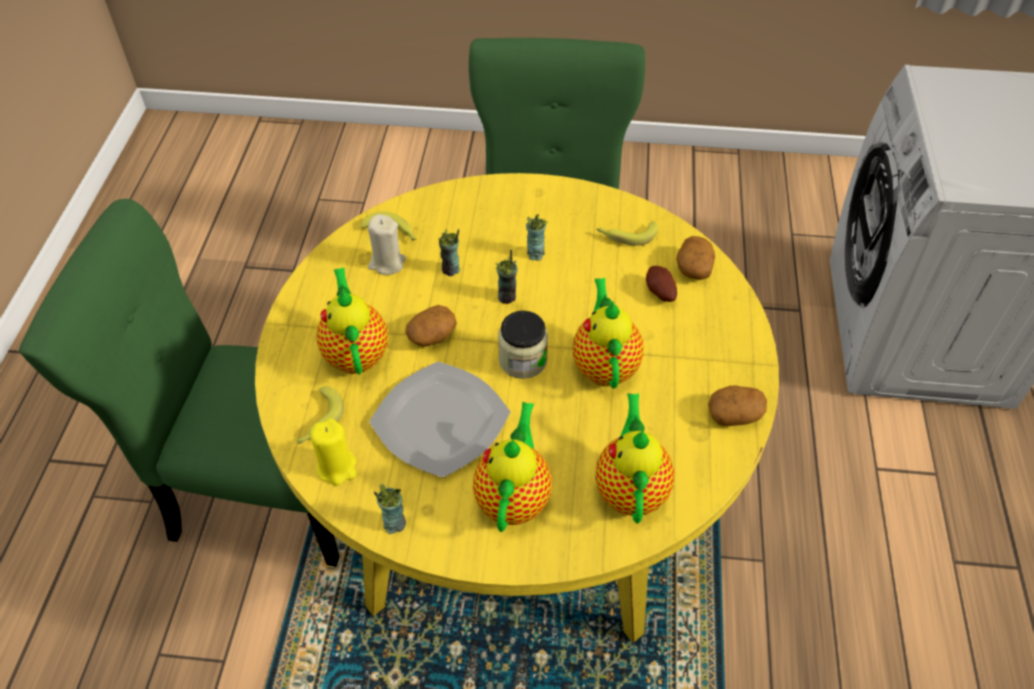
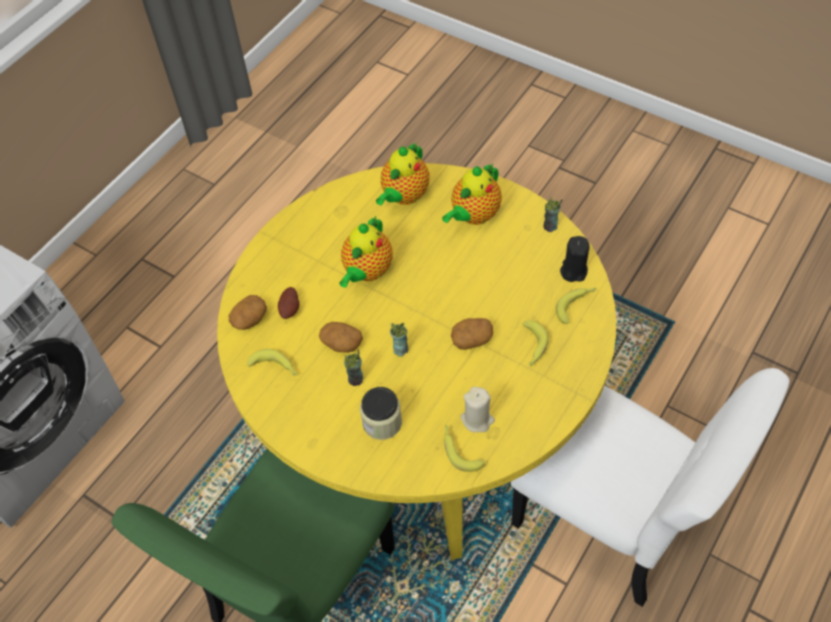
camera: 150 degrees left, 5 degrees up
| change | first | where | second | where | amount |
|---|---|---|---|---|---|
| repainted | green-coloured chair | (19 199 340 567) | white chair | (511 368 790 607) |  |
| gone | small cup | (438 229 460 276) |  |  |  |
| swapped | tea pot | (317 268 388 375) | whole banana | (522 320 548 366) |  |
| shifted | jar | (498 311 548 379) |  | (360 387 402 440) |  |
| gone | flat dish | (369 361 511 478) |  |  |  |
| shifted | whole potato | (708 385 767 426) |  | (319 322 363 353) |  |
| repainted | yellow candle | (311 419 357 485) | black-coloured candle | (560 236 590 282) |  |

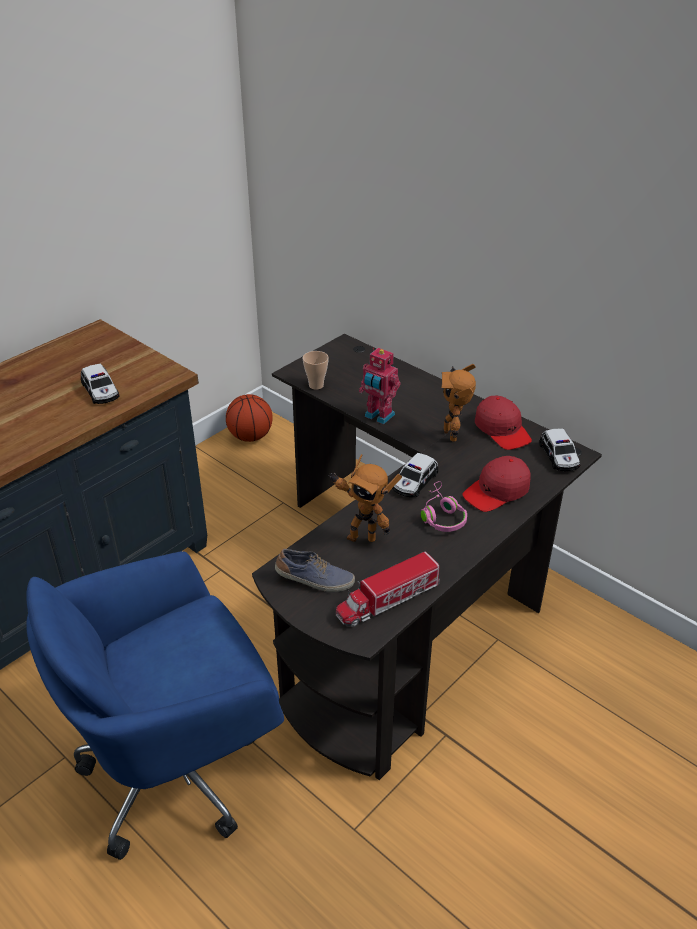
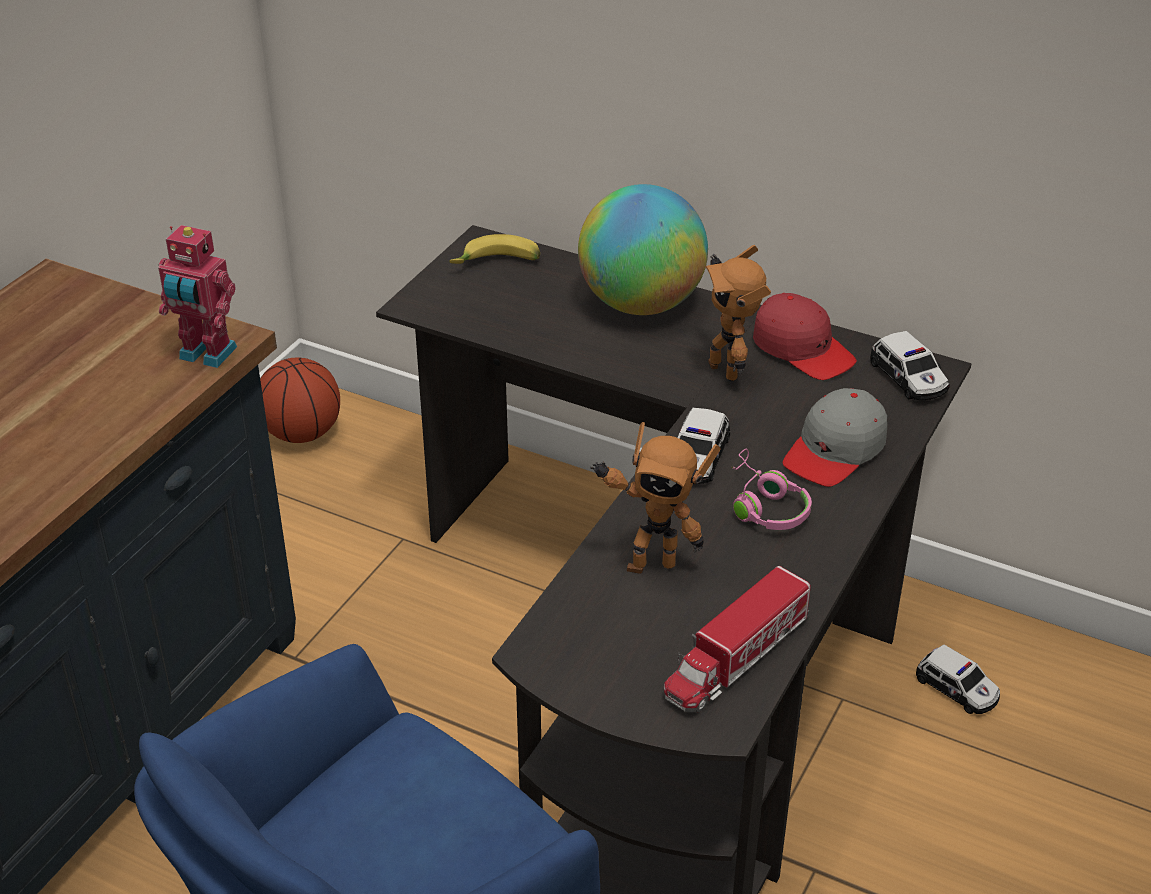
camera: 15 degrees left, 0 degrees up
| change | first | where | second | where | amount |
|---|---|---|---|---|---|
| shifted | robot figure | (359 348 401 424) |  | (158 225 237 368) |  |
| gone | small cup | (303 351 329 390) |  |  |  |
| shifted | model car | (81 363 119 404) |  | (916 645 1000 714) |  |
| repainted | red-coloured cap | (462 456 531 512) | greyish cap | (783 388 887 487) |  |
| gone | shoe | (275 549 355 592) |  |  |  |
| new |  |  | desk globe | (578 184 708 315) |  |
| new |  |  | whole banana | (449 234 540 264) |  |

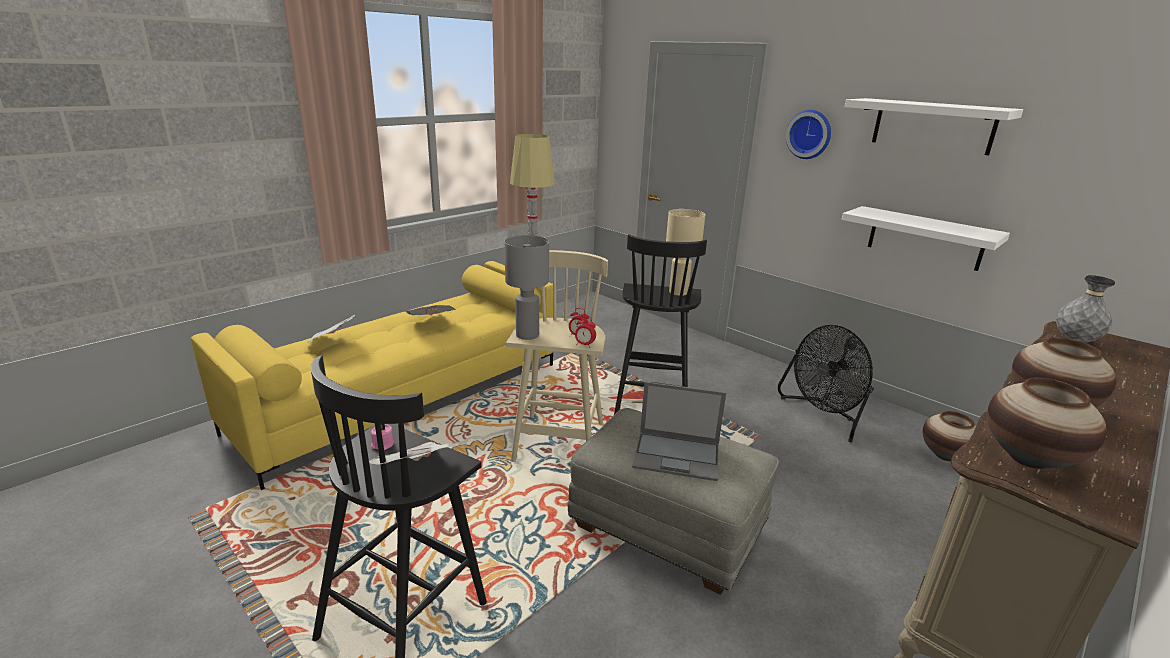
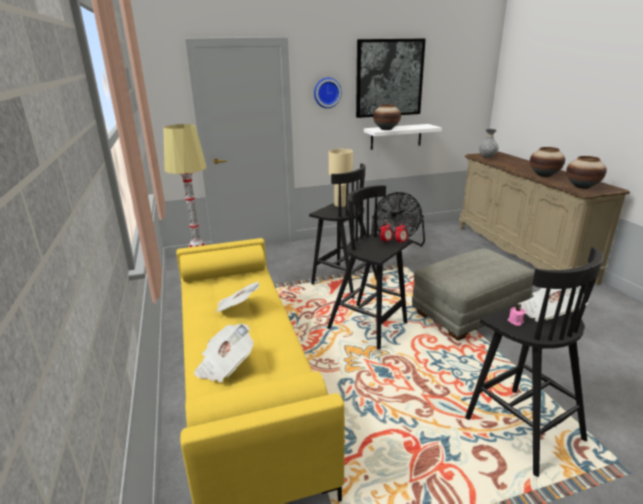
camera: 60 degrees left, 0 degrees up
| change | first | where | second | where | amount |
|---|---|---|---|---|---|
| swapped | white shelf | (845 98 1023 155) | wall art | (356 38 426 118) |  |
| gone | greyish tabletop lamp | (504 235 549 340) |  |  |  |
| repainted | sand-coloured sitting stool | (506 250 608 462) | black-coloured sitting stool | (327 185 412 349) |  |
| gone | laptop | (632 382 726 481) |  |  |  |
| shifted | decorative vase | (923 411 976 461) |  | (373 104 401 130) |  |

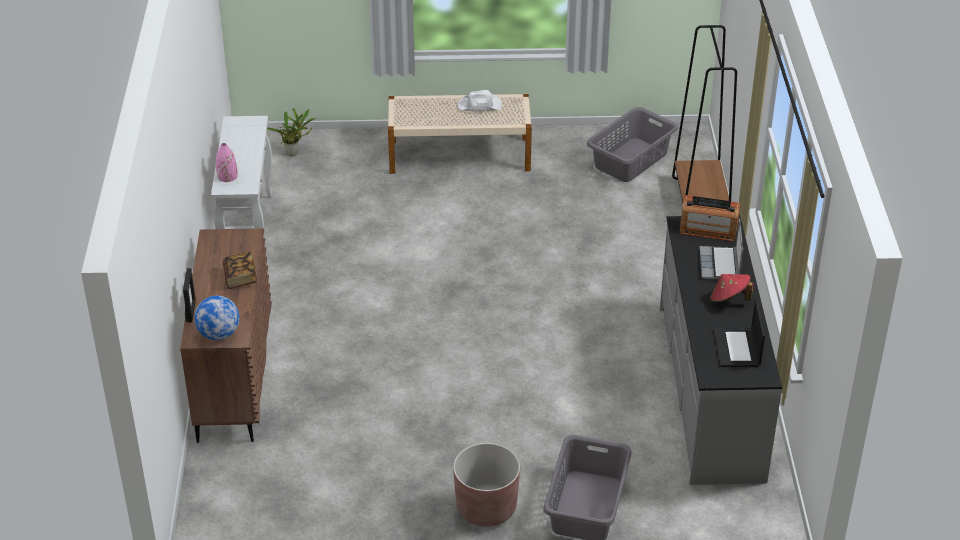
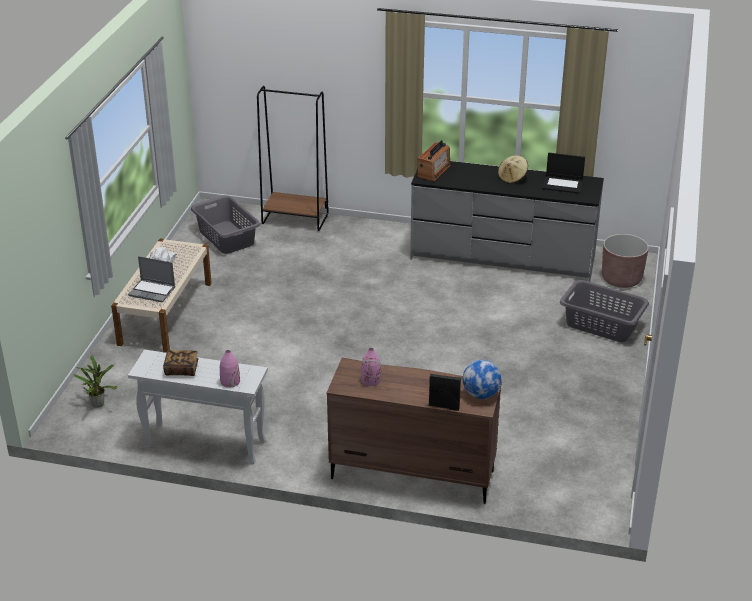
camera: 75 degrees left, 5 degrees down
| change | first | where | second | where | amount |
|---|---|---|---|---|---|
| shifted | laptop | (700 219 743 279) |  | (128 256 175 302) |  |
| shifted | book | (223 252 257 289) |  | (163 350 198 376) |  |
| repainted | red-coloured clothing hat | (710 274 753 303) | sand-coloured clothing hat | (498 155 528 184) |  |
| shifted | brown plant pot | (453 443 520 527) |  | (602 234 649 288) |  |
| new |  |  | pink-coloured decorative vase | (361 348 381 386) |  |

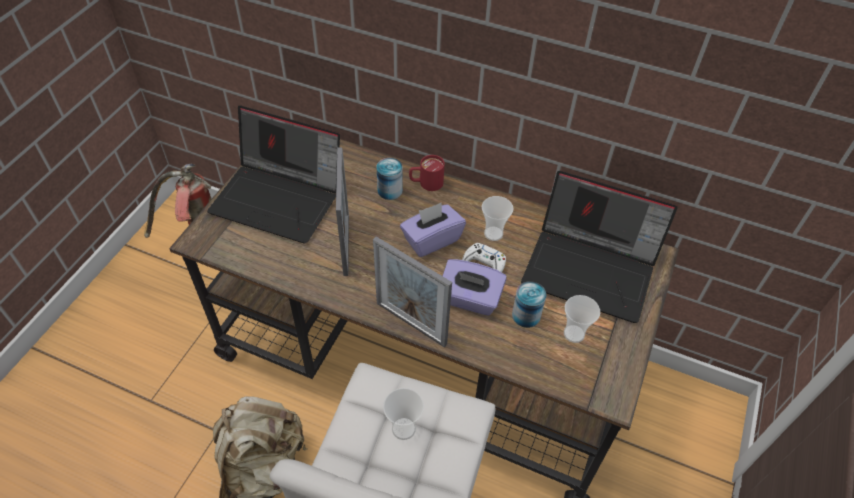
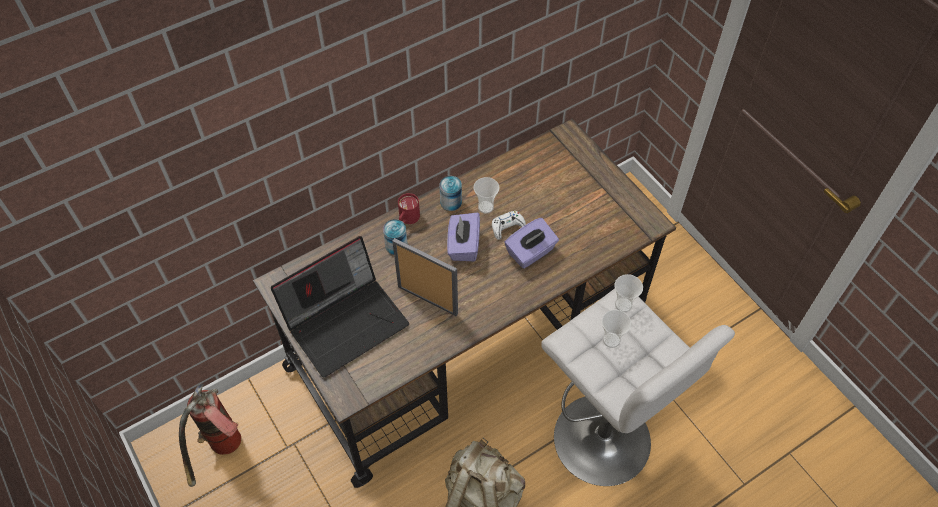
camera: 55 degrees left, 5 degrees up
| change | first | where | second | where | amount |
|---|---|---|---|---|---|
| gone | laptop | (521 171 678 323) |  |  |  |
| gone | standing frame | (373 236 452 347) |  |  |  |
| shifted | sealed can | (512 281 546 328) |  | (440 176 462 211) |  |
| shifted | small cup | (564 295 600 343) |  | (614 274 643 312) |  |

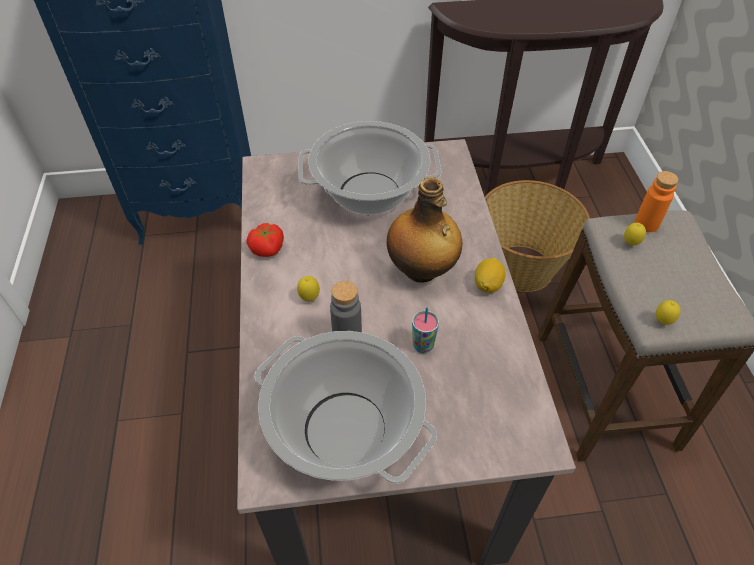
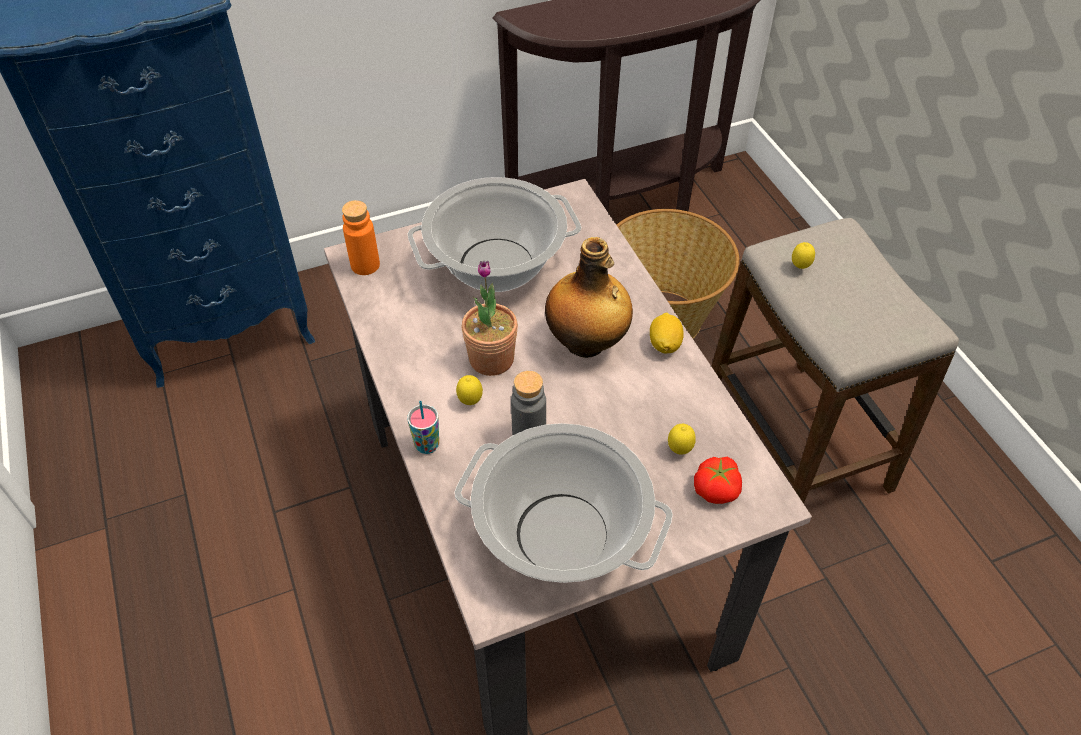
camera: 15 degrees left, 0 degrees up
| change | first | where | second | where | amount |
|---|---|---|---|---|---|
| shifted | orange bottle | (635 171 679 232) |  | (342 200 380 275) |  |
| shifted | fresh tomato | (247 223 284 257) |  | (694 457 742 504) |  |
| shifted | whole lemon | (656 300 681 325) |  | (668 424 696 455) |  |
| shifted | small cup | (412 307 439 353) |  | (407 400 439 454) |  |
| new |  |  | plant in a pot | (462 261 518 376) |  |

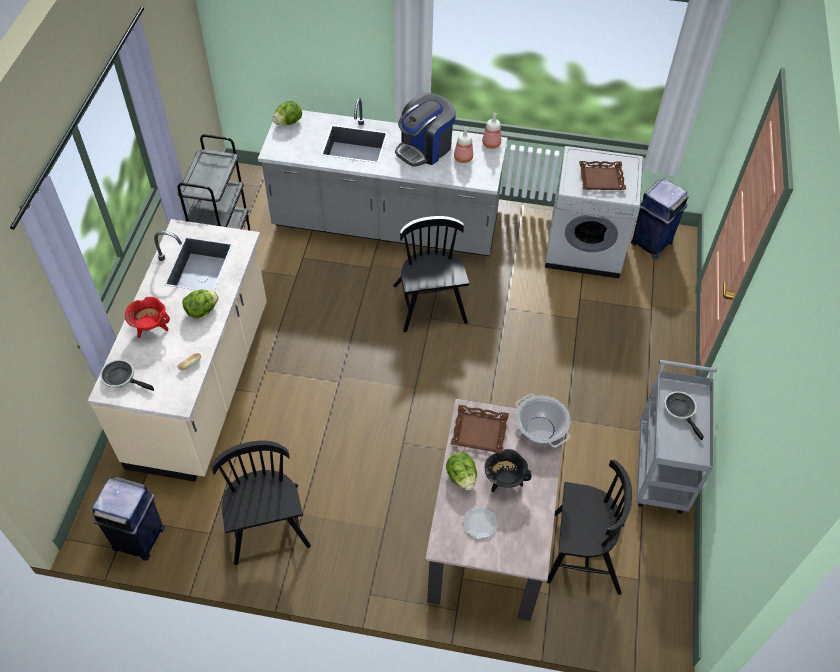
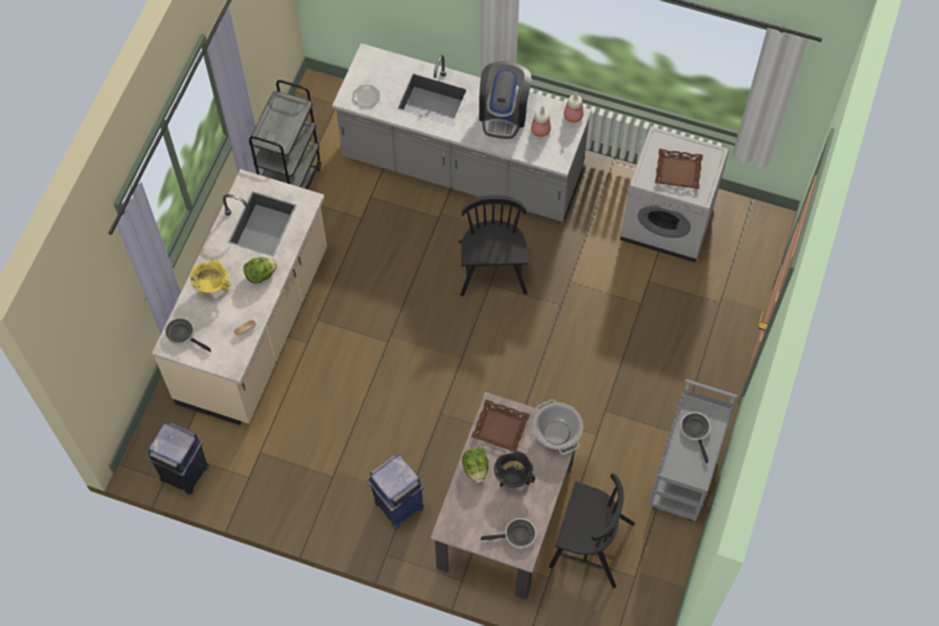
camera: 10 degrees right, 10 degrees up
| change | first | where | second | where | amount |
|---|---|---|---|---|---|
| rotated | coffee brewer | (395 93 456 167) |  | (479 61 532 139) | 45 degrees counterclockwise |
| gone | head of lettuce | (273 101 302 126) |  |  |  |
| shifted | blue-coloured waste bin | (631 179 688 259) |  | (367 454 424 529) |  |
| repainted | red-coloured saucepot | (125 297 170 338) | yellow saucepot | (190 260 231 296) |  |
| gone | black-coloured chair | (211 440 311 565) |  |  |  |
| shifted | flat dish | (463 507 498 539) |  | (353 85 380 107) |  |
| new |  |  | skillet | (481 518 537 549) |  |

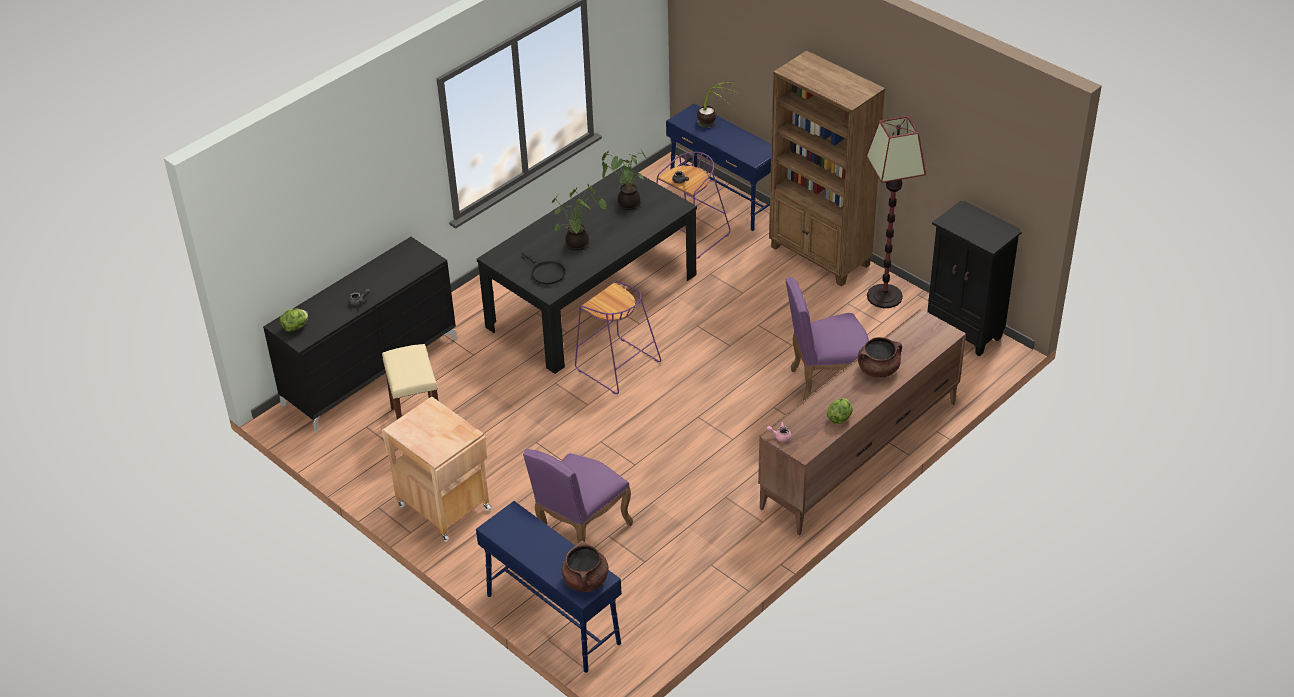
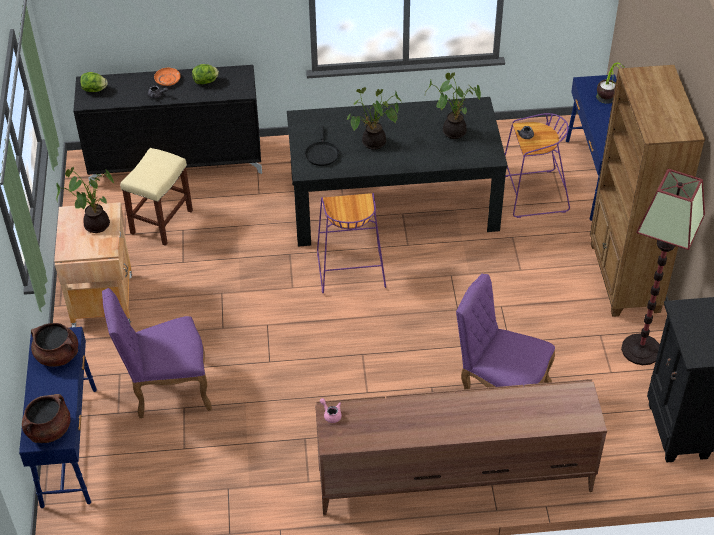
camera: 40 degrees right, 5 degrees up
| change | first | where | second | where | amount |
|---|---|---|---|---|---|
| shifted | brown saucepot | (858 337 902 378) |  | (31 323 78 367) |  |
| shifted | head of lettuce | (827 398 853 424) |  | (192 64 219 84) |  |
| new |  |  | orange flat dish | (154 68 181 86) |  |
| new |  |  | plant in a pot | (56 167 114 233) |  |

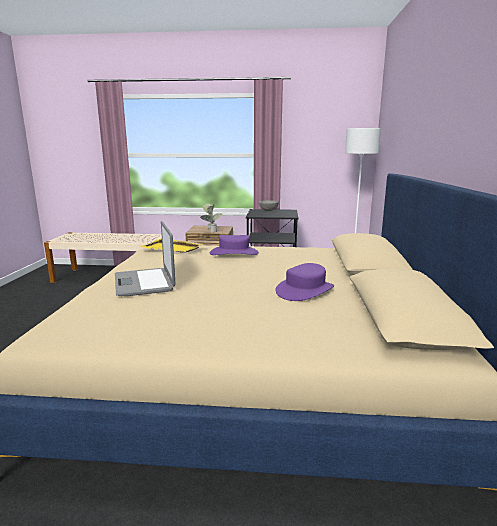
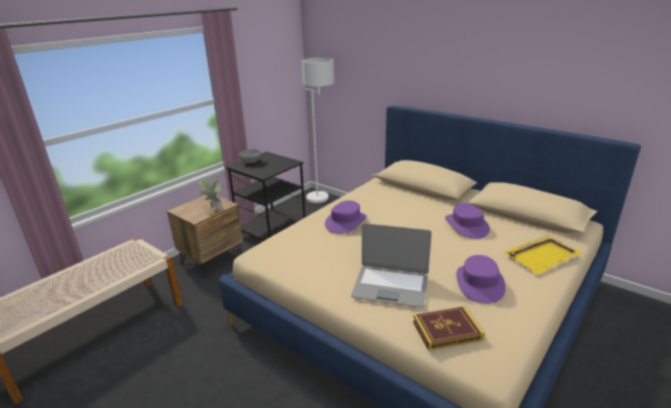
camera: 55 degrees left, 10 degrees up
| change | first | where | second | where | amount |
|---|---|---|---|---|---|
| shifted | yellow serving tray | (139 238 204 253) |  | (503 234 582 275) |  |
| new |  |  | purplish clothing hat | (456 255 506 304) |  |
| new |  |  | book | (413 306 485 351) |  |

